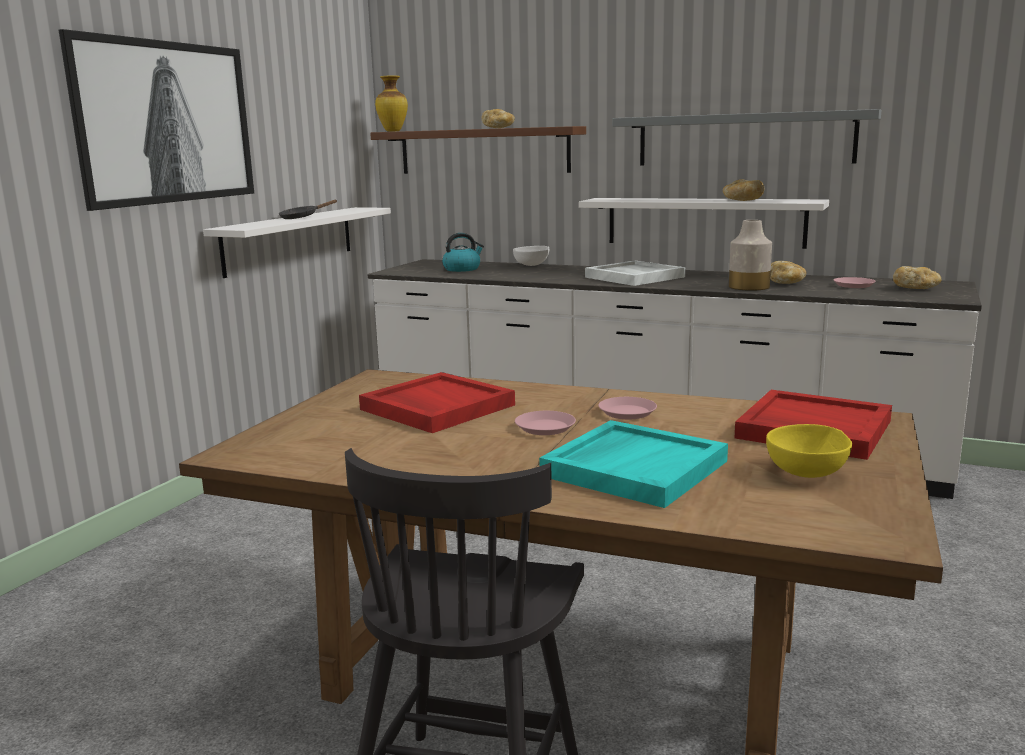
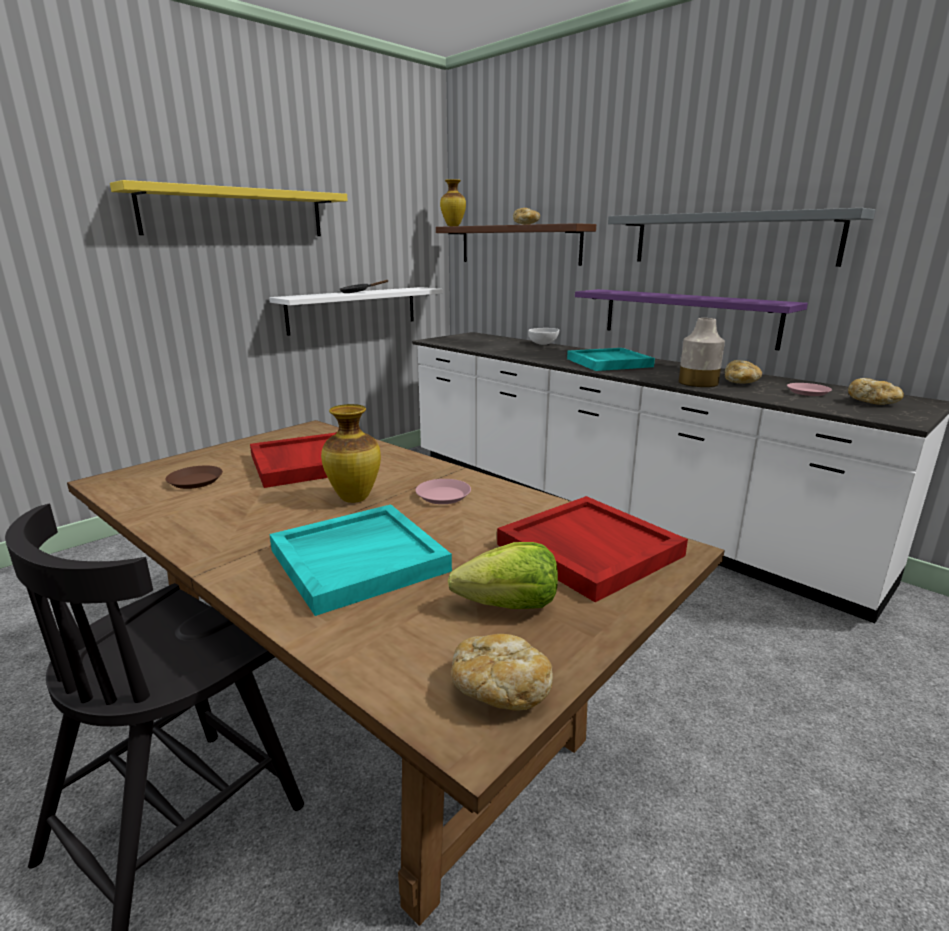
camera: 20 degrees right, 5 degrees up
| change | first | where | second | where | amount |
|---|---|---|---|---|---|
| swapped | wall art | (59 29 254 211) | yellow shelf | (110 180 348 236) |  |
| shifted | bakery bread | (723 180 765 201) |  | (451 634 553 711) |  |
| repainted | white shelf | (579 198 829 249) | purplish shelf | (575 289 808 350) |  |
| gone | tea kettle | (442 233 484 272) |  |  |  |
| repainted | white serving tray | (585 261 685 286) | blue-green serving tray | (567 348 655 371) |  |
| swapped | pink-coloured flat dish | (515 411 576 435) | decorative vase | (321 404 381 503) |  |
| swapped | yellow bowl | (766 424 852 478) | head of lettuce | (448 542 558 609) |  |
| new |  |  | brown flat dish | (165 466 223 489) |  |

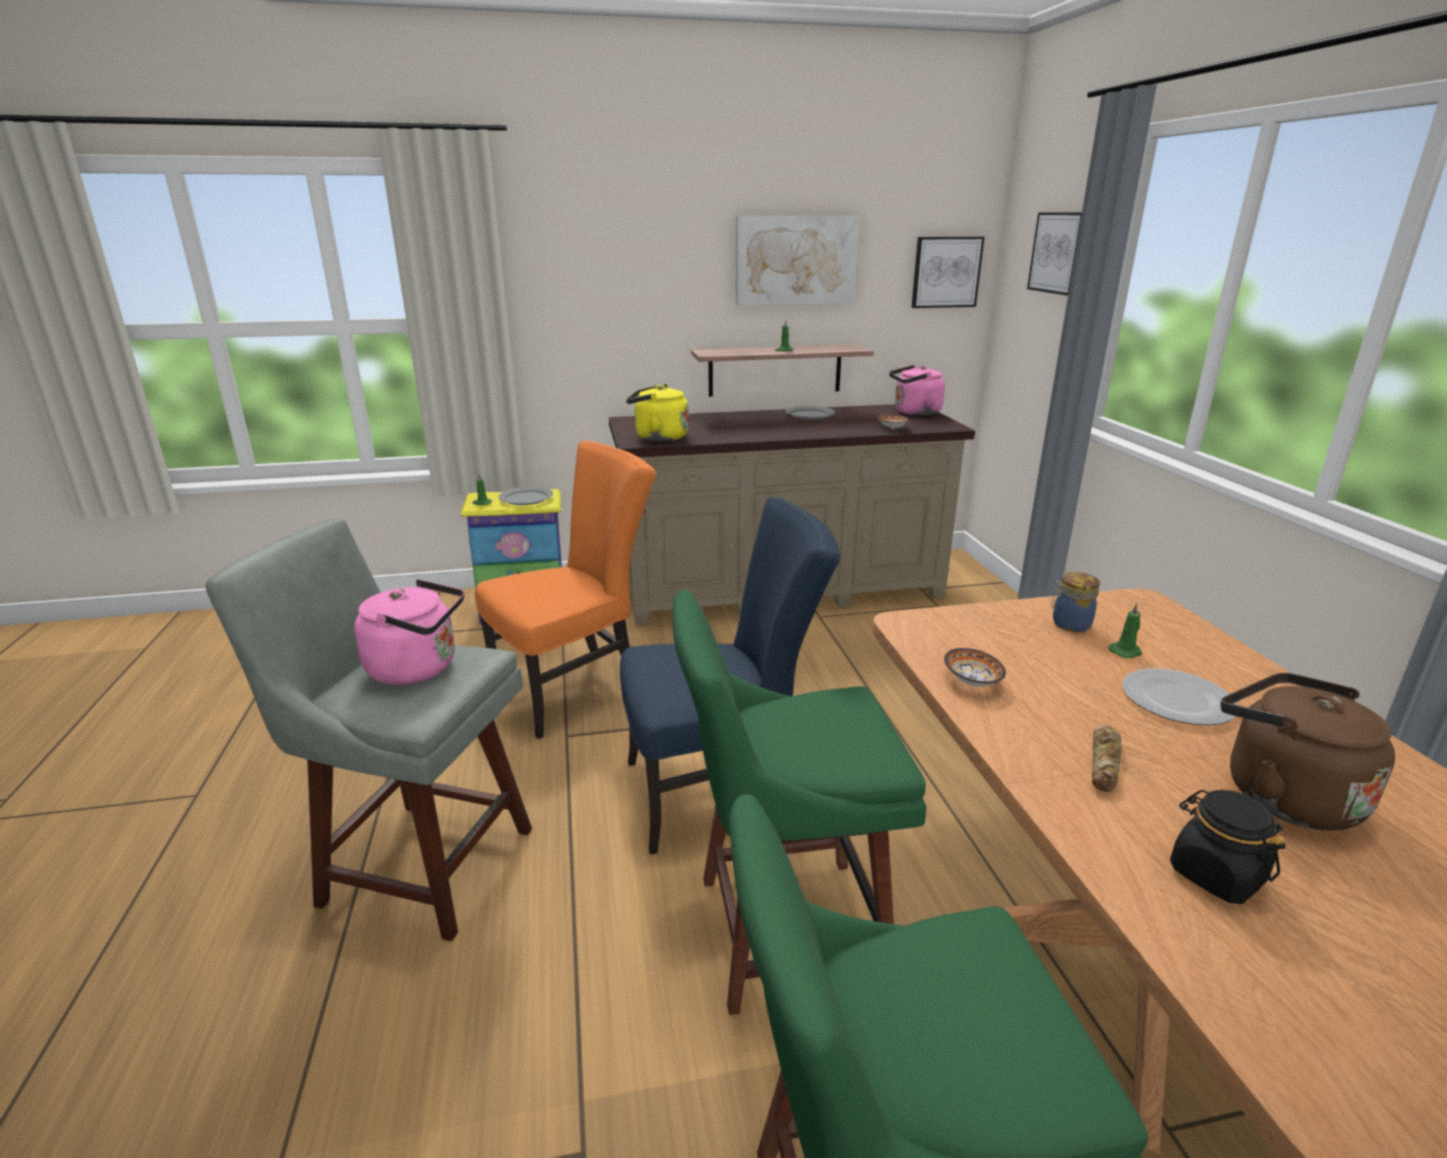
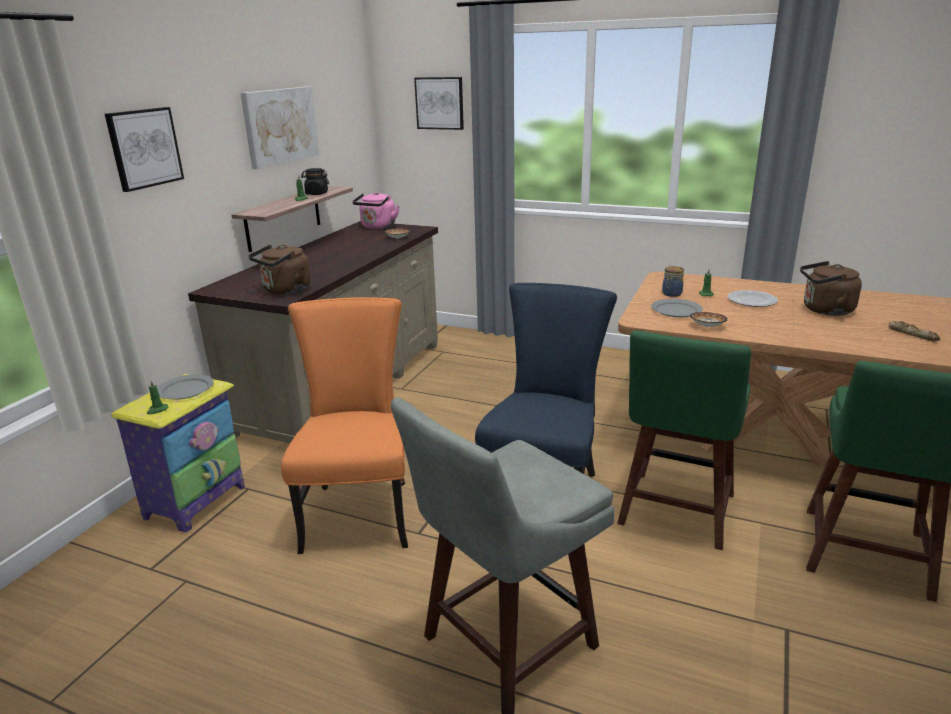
camera: 55 degrees left, 0 degrees up
| change | first | where | second | where | amount |
|---|---|---|---|---|---|
| shifted | wall art | (911 237 984 308) |  | (105 107 184 192) |  |
| repainted | yellow tea kettle | (626 384 689 442) | brown tea kettle | (249 244 310 295) |  |
| shifted | greyish flat dish | (785 406 835 420) |  | (651 299 703 317) |  |
| gone | pink-coloured tea kettle | (354 579 464 685) |  |  |  |
| shifted | bakery bread | (1092 726 1122 792) |  | (888 321 940 341) |  |
| shifted | black-coloured jar | (1170 790 1286 904) |  | (301 168 329 195) |  |

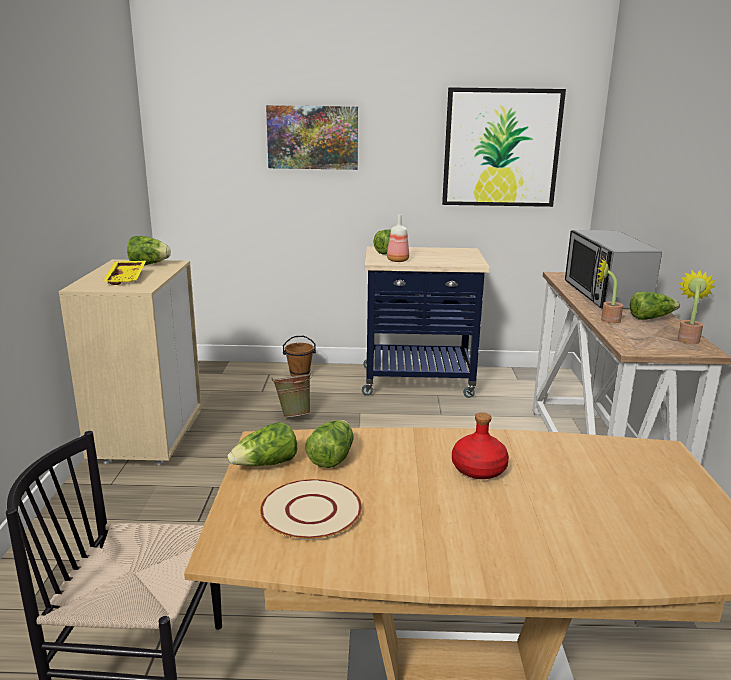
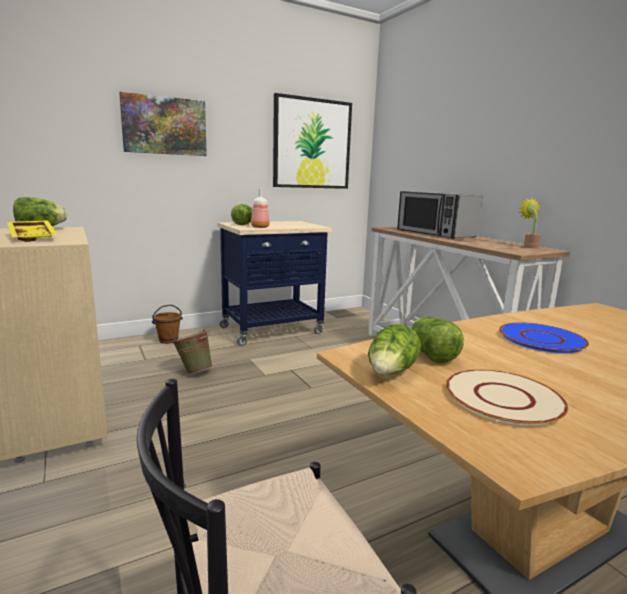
camera: 30 degrees left, 5 degrees down
| change | first | where | second | where | amount |
|---|---|---|---|---|---|
| gone | plant in a pot | (597 258 623 323) |  |  |  |
| gone | head of lettuce | (630 291 680 320) |  |  |  |
| swapped | red-coloured bottle | (452 412 509 479) | blue-coloured flat dish | (499 322 589 353) |  |

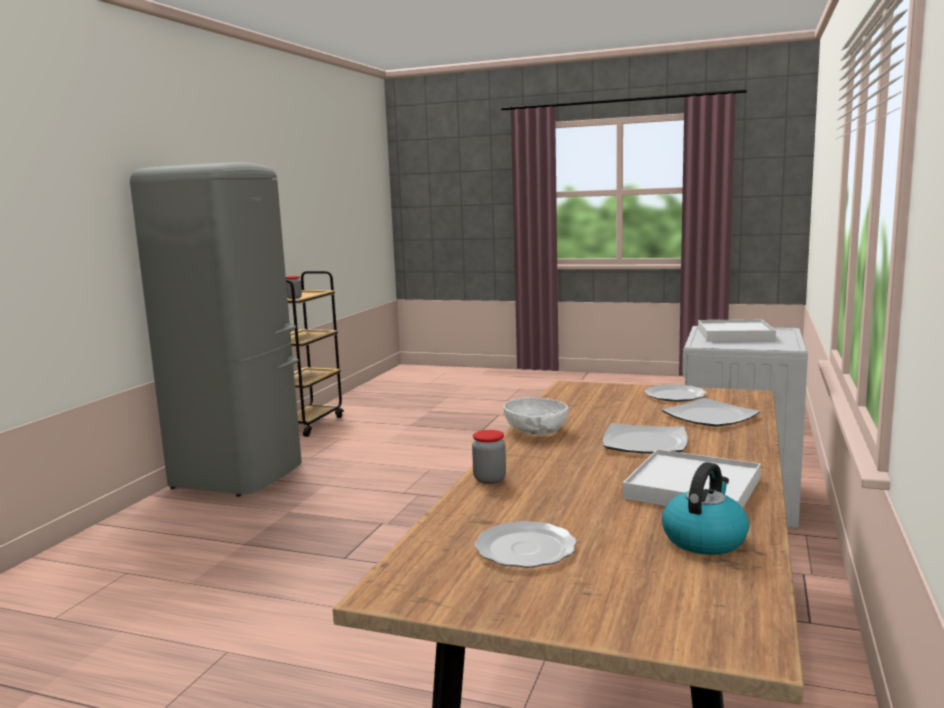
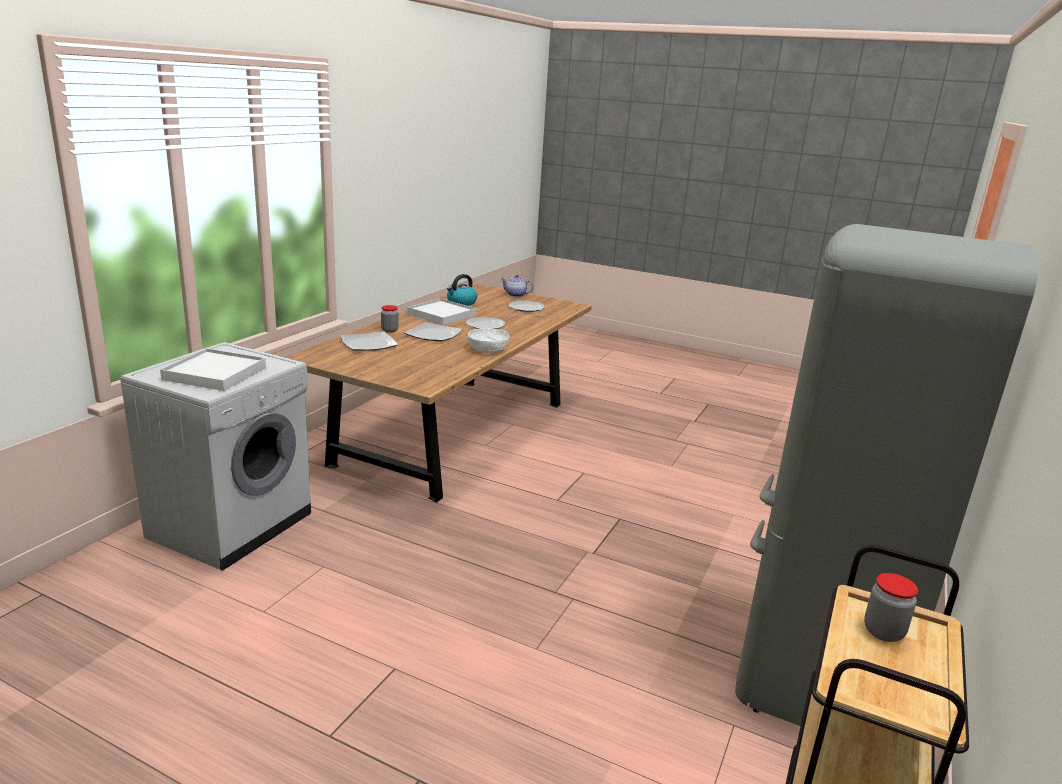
camera: 175 degrees left, 10 degrees up
| change | first | where | second | where | amount |
|---|---|---|---|---|---|
| shifted | flat dish | (644 384 707 402) |  | (466 317 506 329) |  |
| shifted | jar | (472 430 506 484) |  | (381 305 398 333) |  |
| new |  |  | tea pot | (500 275 533 297) |  |

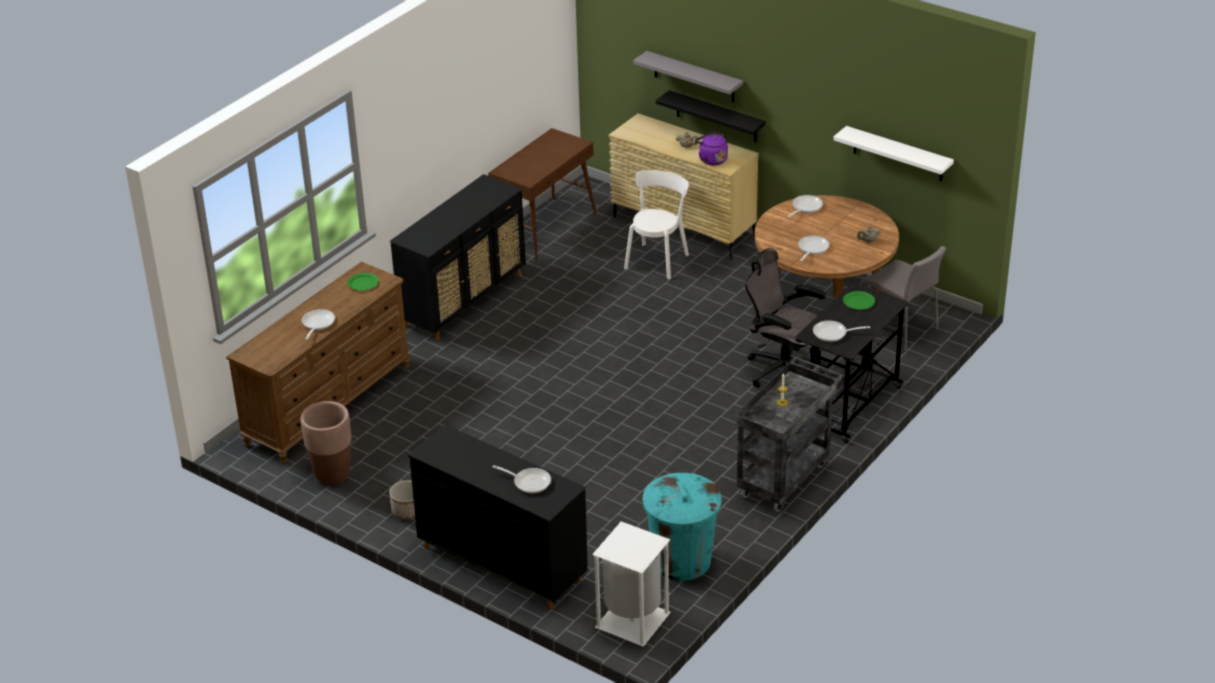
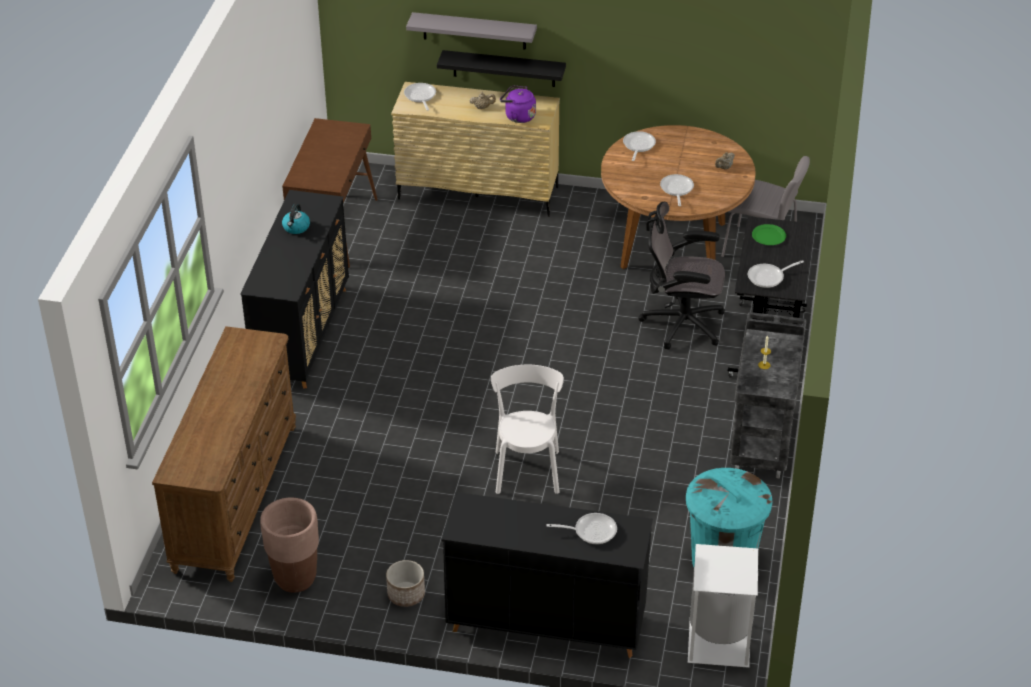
camera: 25 degrees left, 5 degrees up
| change | first | where | second | where | amount |
|---|---|---|---|---|---|
| gone | white shelf | (833 126 954 181) |  |  |  |
| shifted | white chair | (624 170 689 279) |  | (491 365 564 494) |  |
| gone | green-coloured flat dish | (347 273 379 291) |  |  |  |
| shifted | skillet | (302 309 335 340) |  | (404 83 436 111) |  |
| new |  |  | tea kettle | (282 204 310 234) |  |

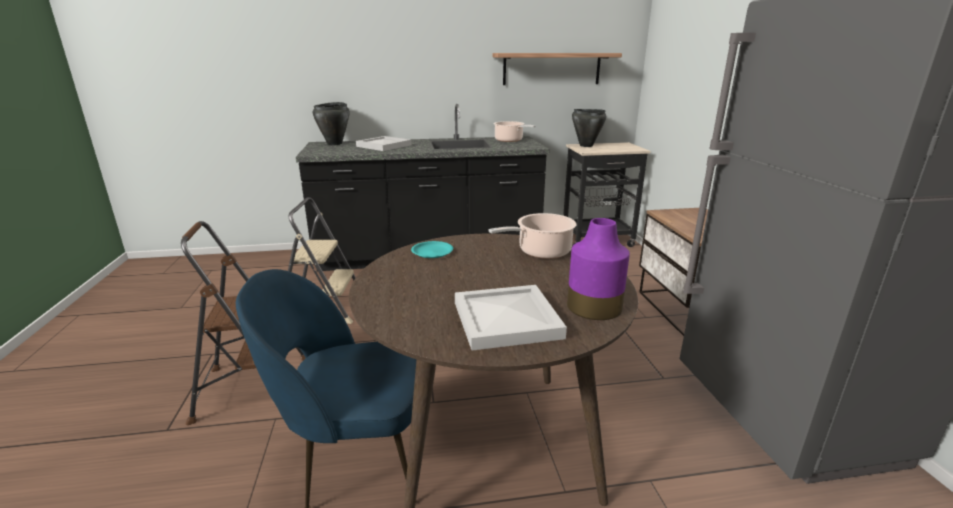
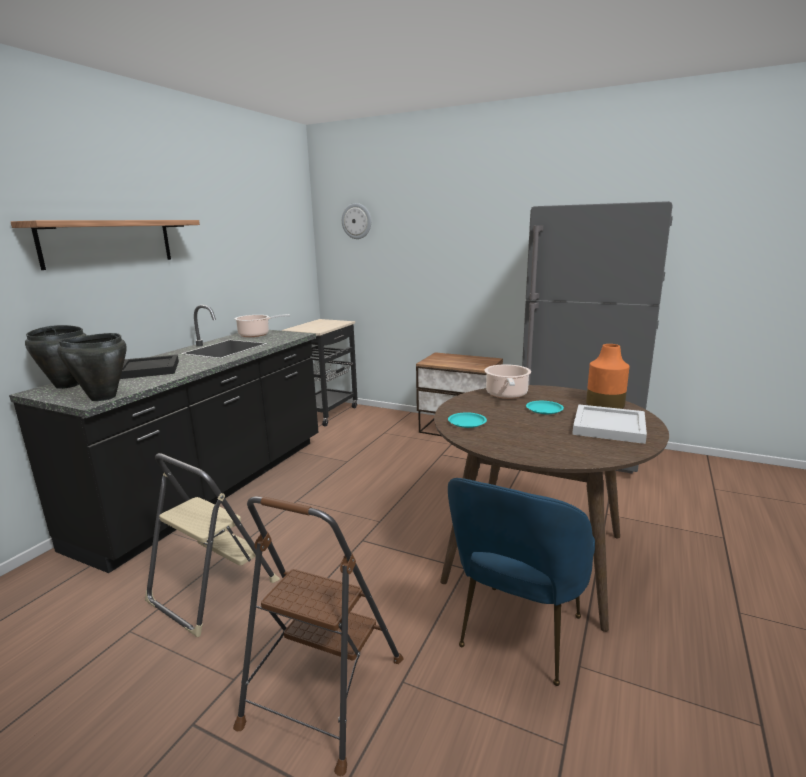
camera: 55 degrees left, 5 degrees down
| change | first | where | second | where | amount |
|---|---|---|---|---|---|
| shifted | shelf | (492 53 622 85) |  | (11 220 200 270) |  |
| shifted | black-coloured saucepot | (572 109 606 147) |  | (57 333 126 401) |  |
| repainted | white serving tray | (356 136 411 151) | black-coloured serving tray | (120 355 179 379) |  |
| repainted | purplish decorative vase | (567 218 630 320) | orange decorative vase | (586 344 630 409) |  |
| new |  |  | hanging clock | (342 203 371 239) |  |
| new |  |  | blue-green flat dish | (526 401 564 414) |  |

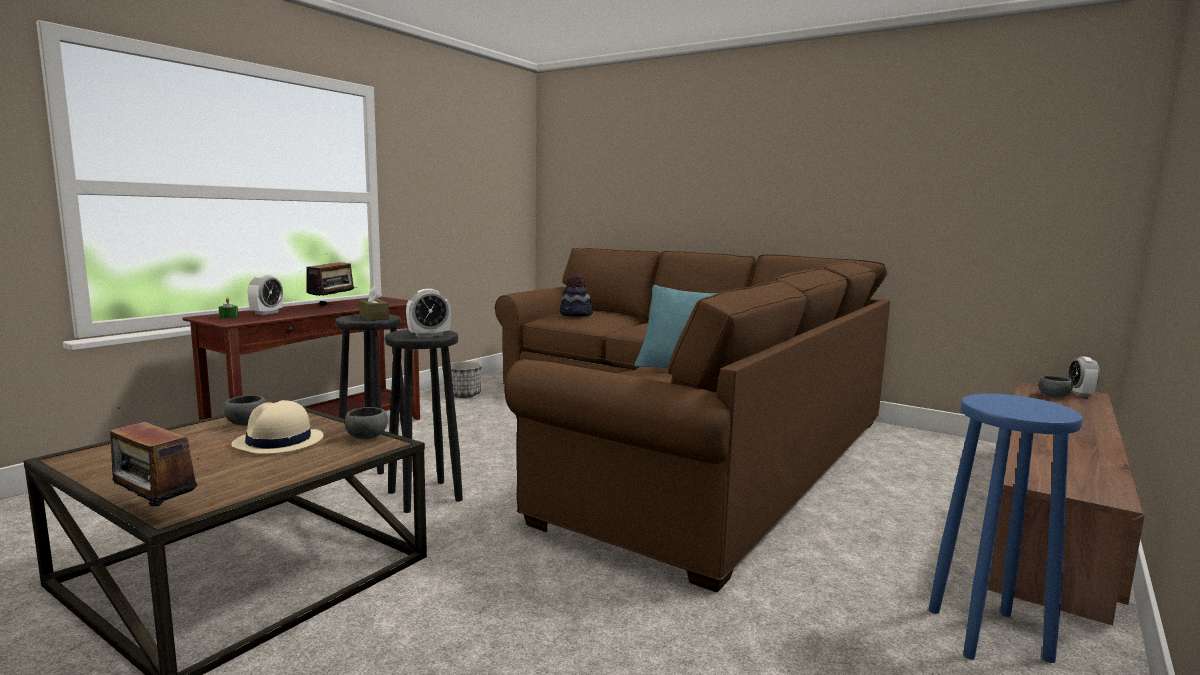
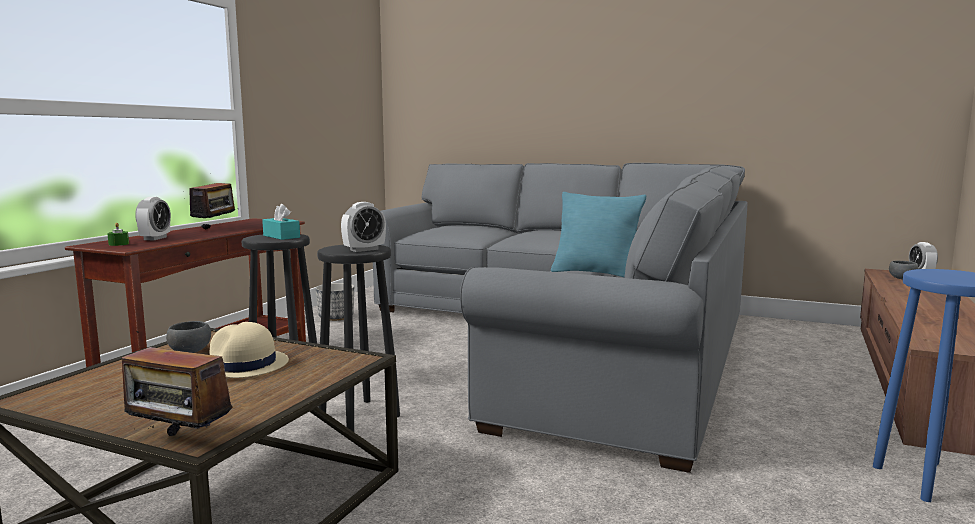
camera: 10 degrees left, 0 degrees up
| change | first | where | second | where | amount |
|---|---|---|---|---|---|
| repainted | brown couch | (495 248 890 592) | greyish couch | (373 163 747 473) |  |
| gone | clothing hat | (560 273 593 316) |  |  |  |
| repainted | brown box of tissues | (359 286 389 321) | blue-green box of tissues | (262 204 300 240) |  |
| gone | greyish bowl | (345 407 388 440) |  |  |  |

